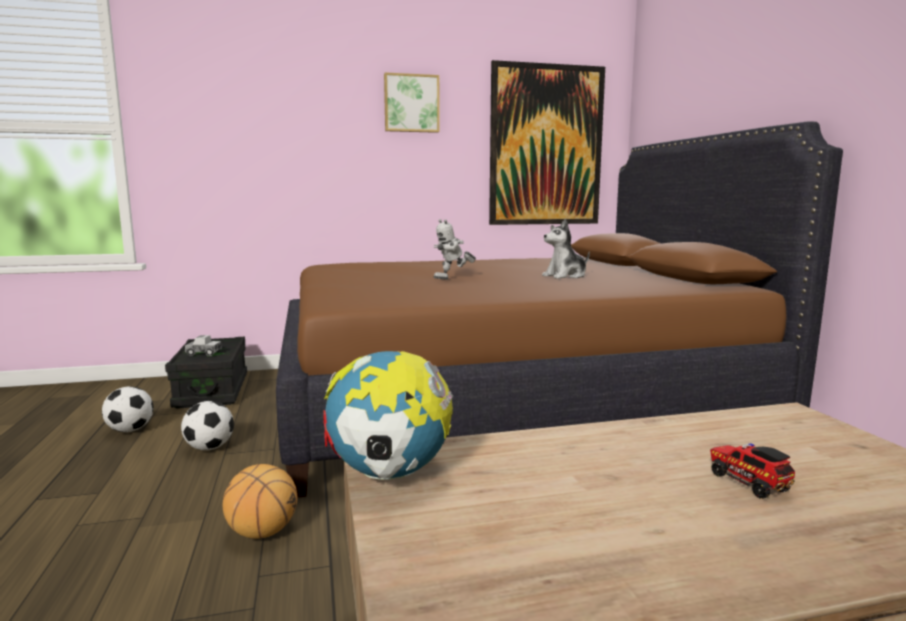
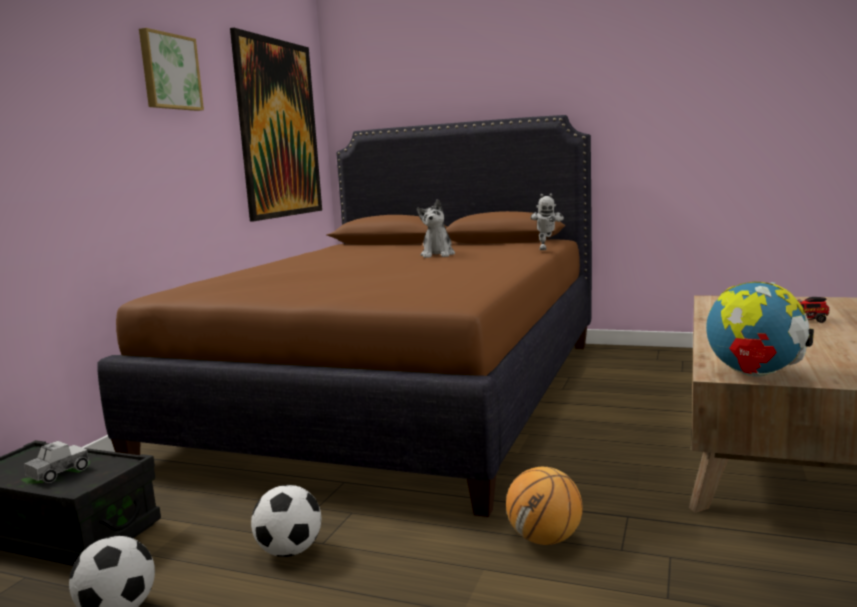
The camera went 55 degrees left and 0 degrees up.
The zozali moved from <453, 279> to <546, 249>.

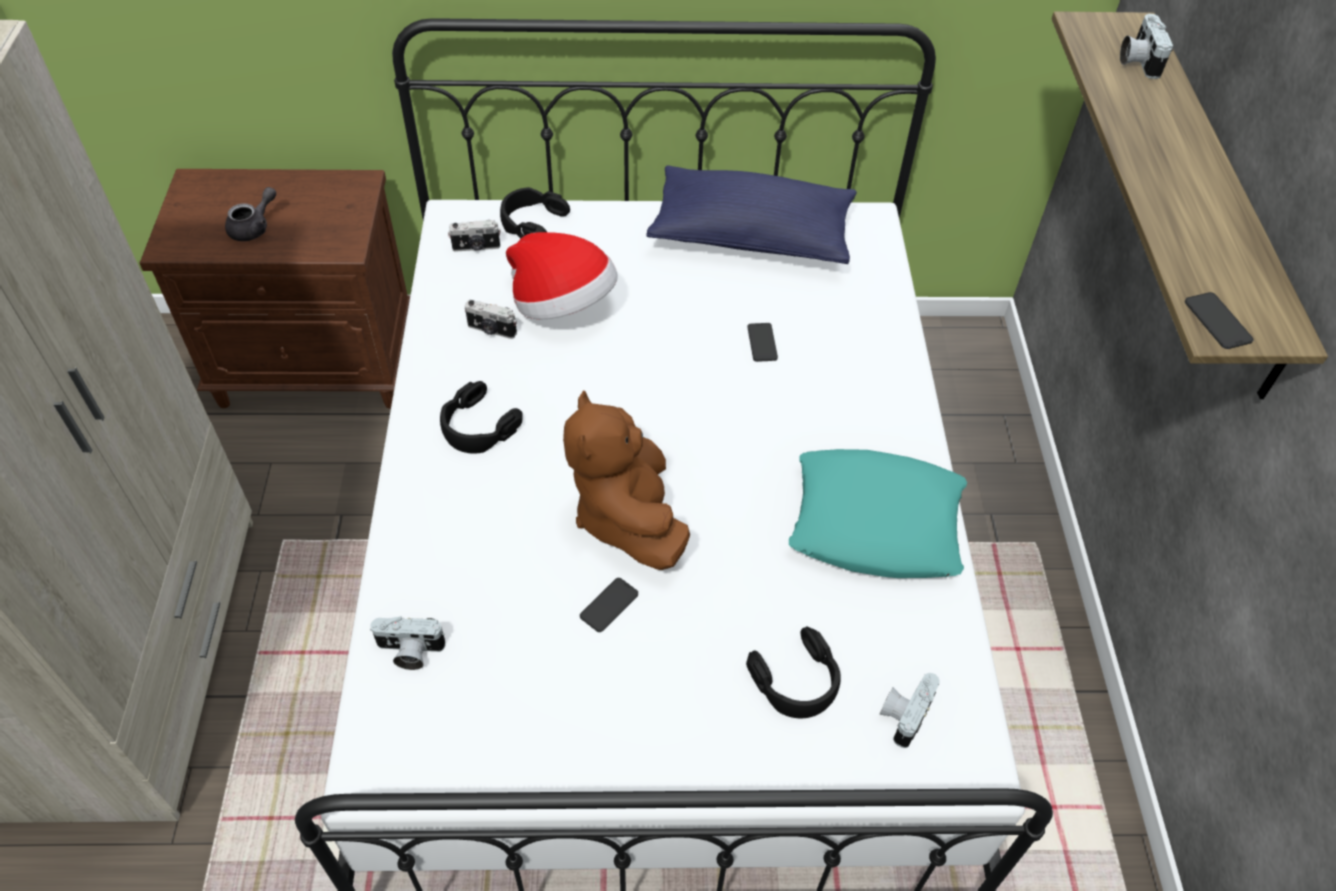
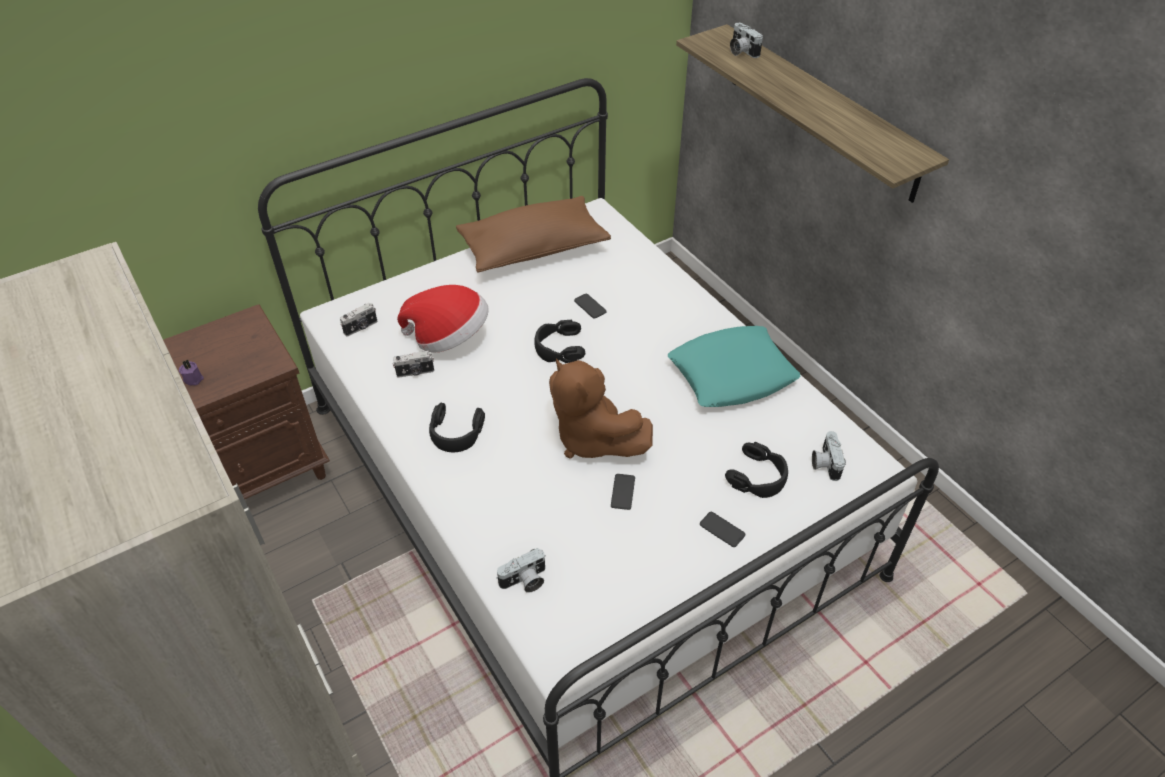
The camera went 30 degrees left and 5 degrees down.
The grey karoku at <254, 227> was replaced by the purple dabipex at <193, 378>.
The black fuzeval moved from <532, 222> to <559, 347>.
The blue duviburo at <751, 236> became the brown duviburo at <533, 249>.
The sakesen moved from <1217, 321> to <722, 529>.

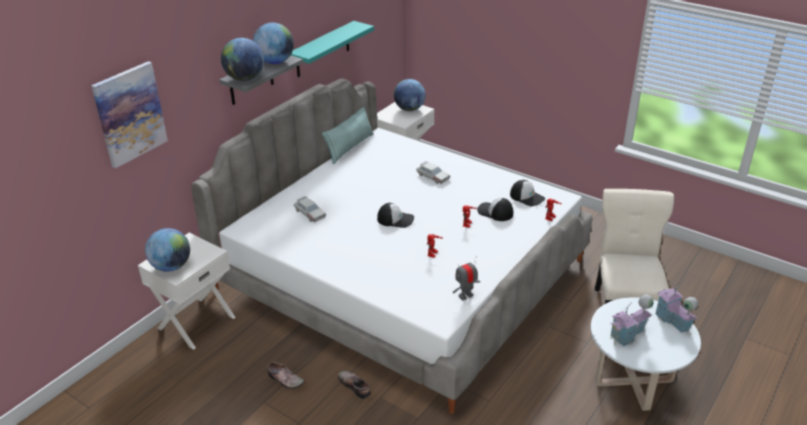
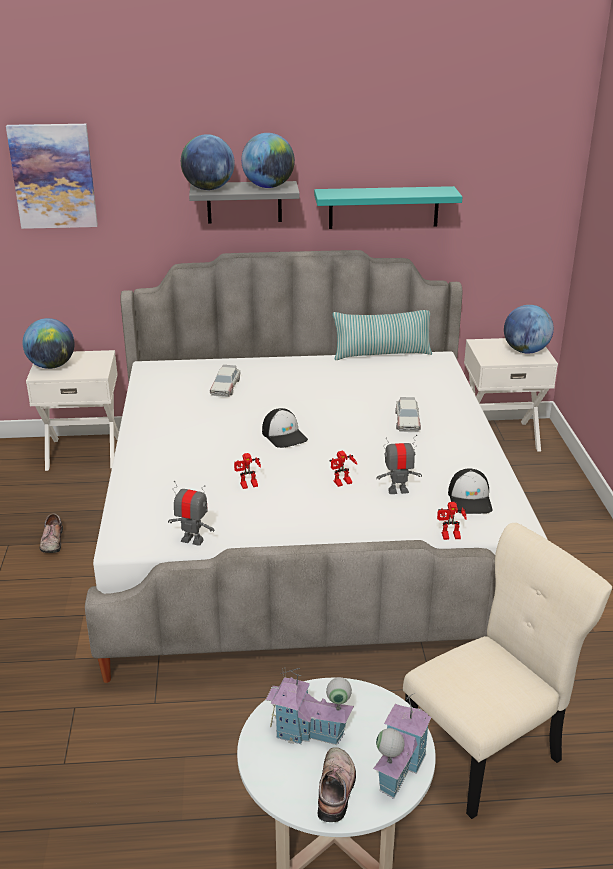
The camera went 50 degrees right and 5 degrees down.
The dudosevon moved from <355, 386> to <337, 789>.
The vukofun at <495, 212> was replaced by the zozali at <398, 490>.

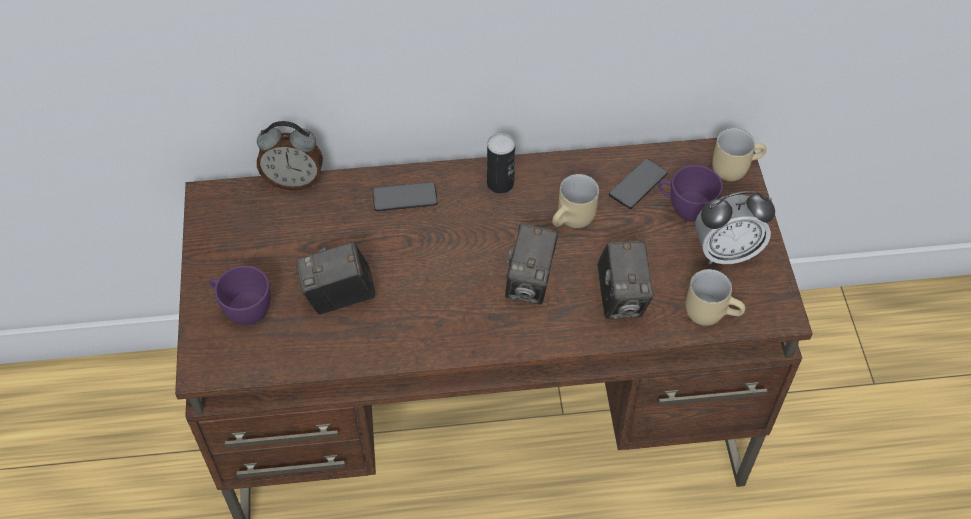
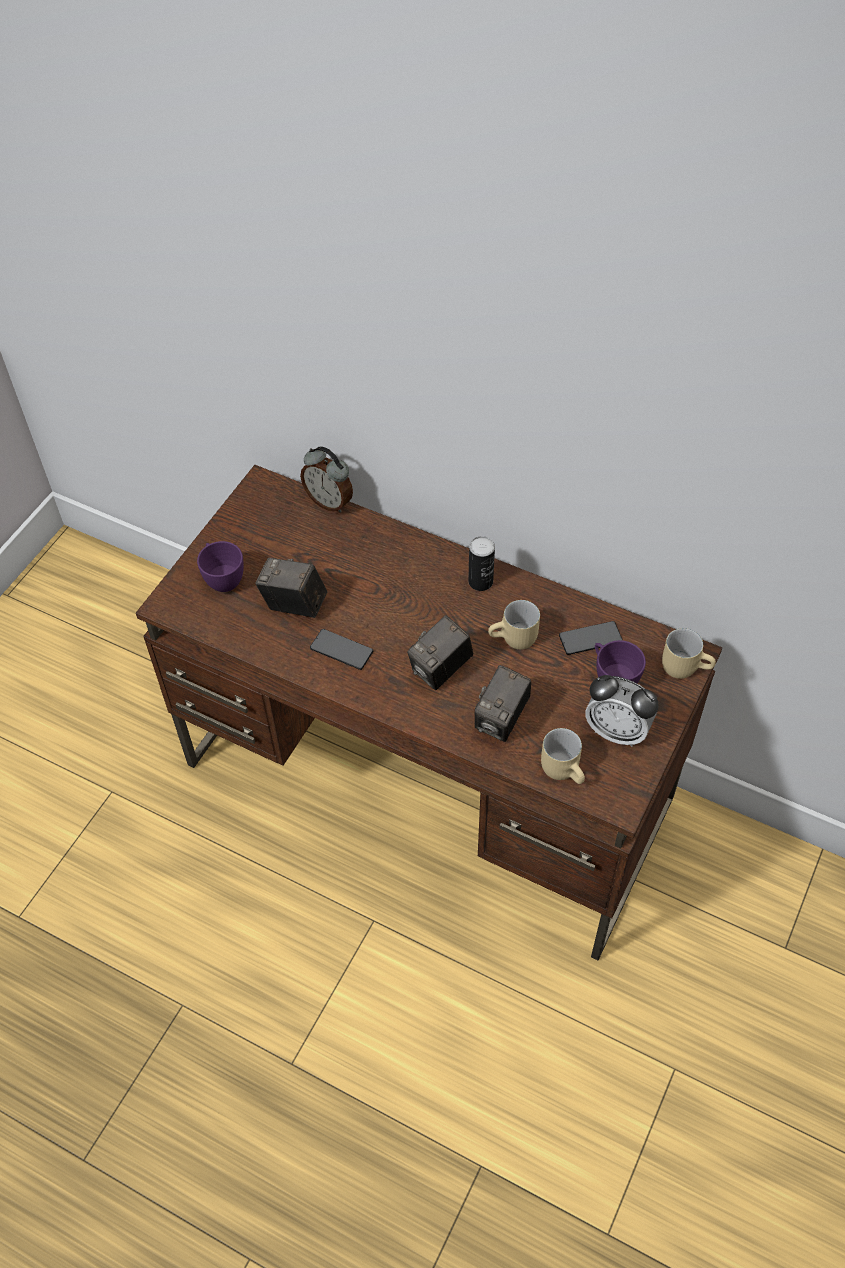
The camera went 35 degrees right and 0 degrees up.
The sakesen moved from <405, 198> to <341, 650>.

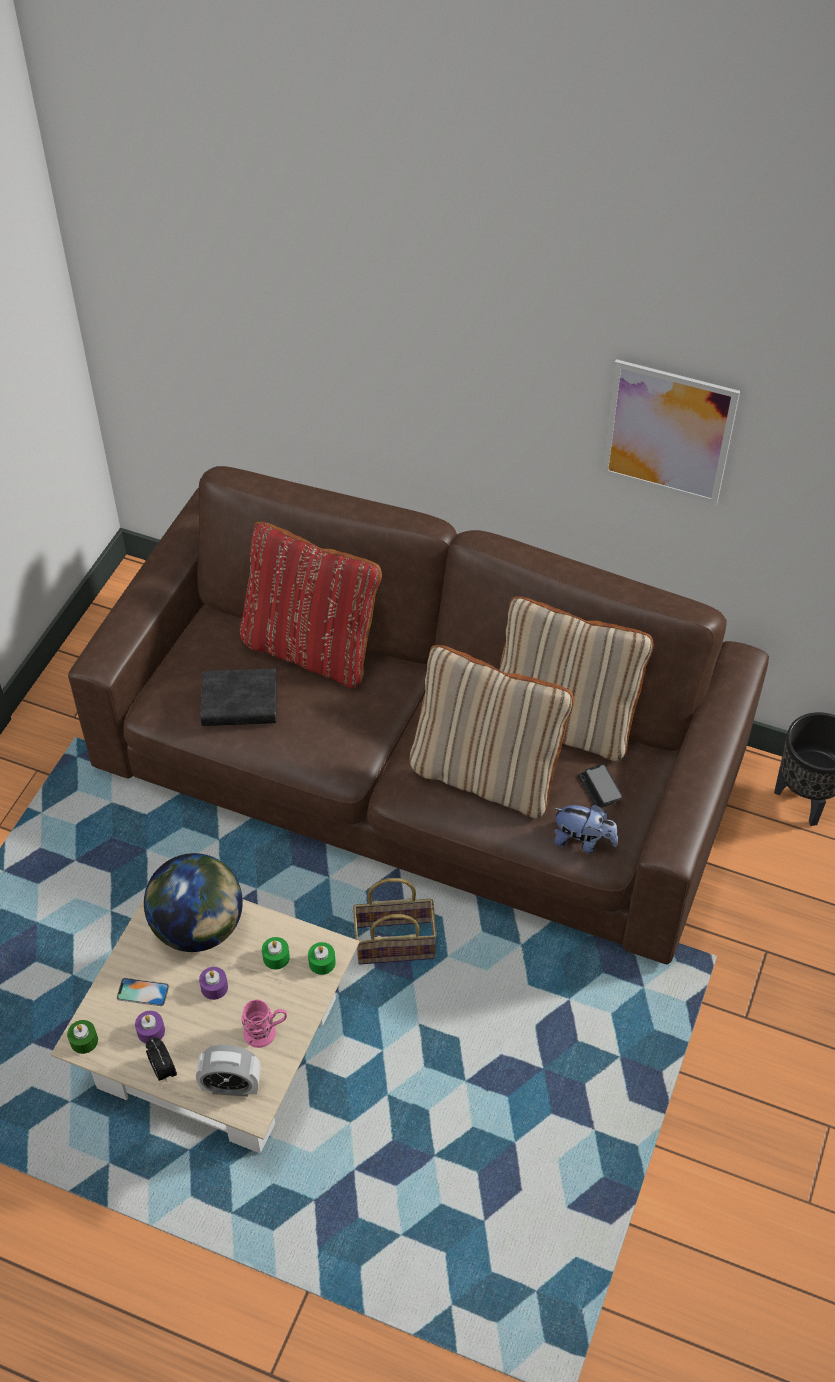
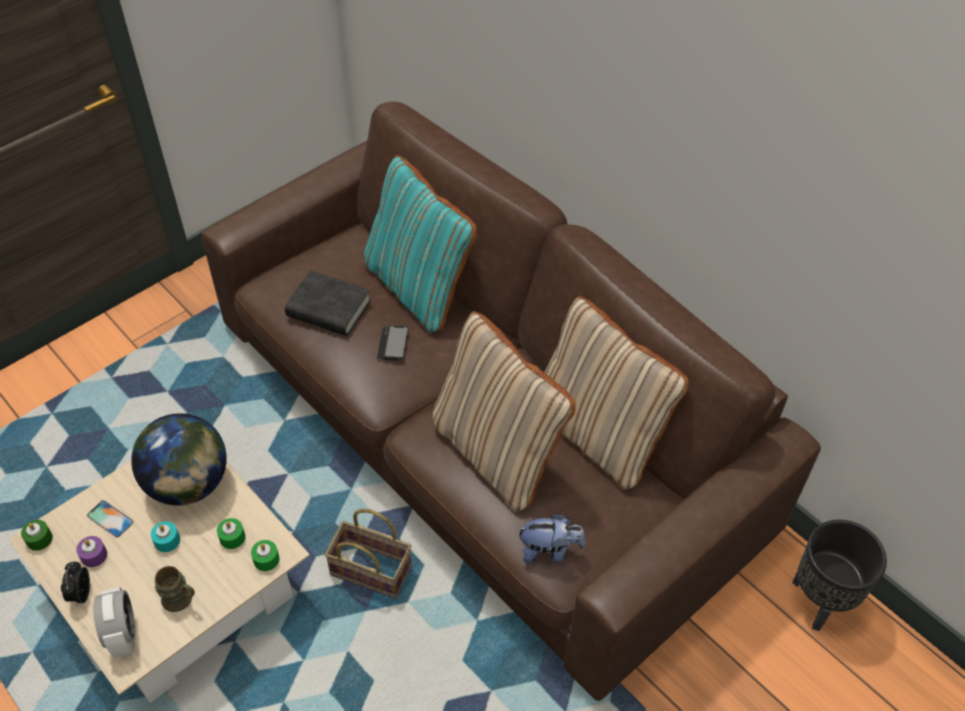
The camera went 25 degrees right and 0 degrees up.
The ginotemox at <231, 1086> turned 135 degrees counterclockwise.
The purple dabipex at <214, 987> became the turquoise dabipex at <167, 540>.
The red duviburo at <311, 649> became the turquoise duviburo at <419, 287>.
The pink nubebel at <266, 1032> became the brown nubebel at <182, 600>.
The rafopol at <583, 841> turned 45 degrees counterclockwise.
The sakesen moved from <600, 787> to <393, 344>.
The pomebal at <668, 432> disappeared.

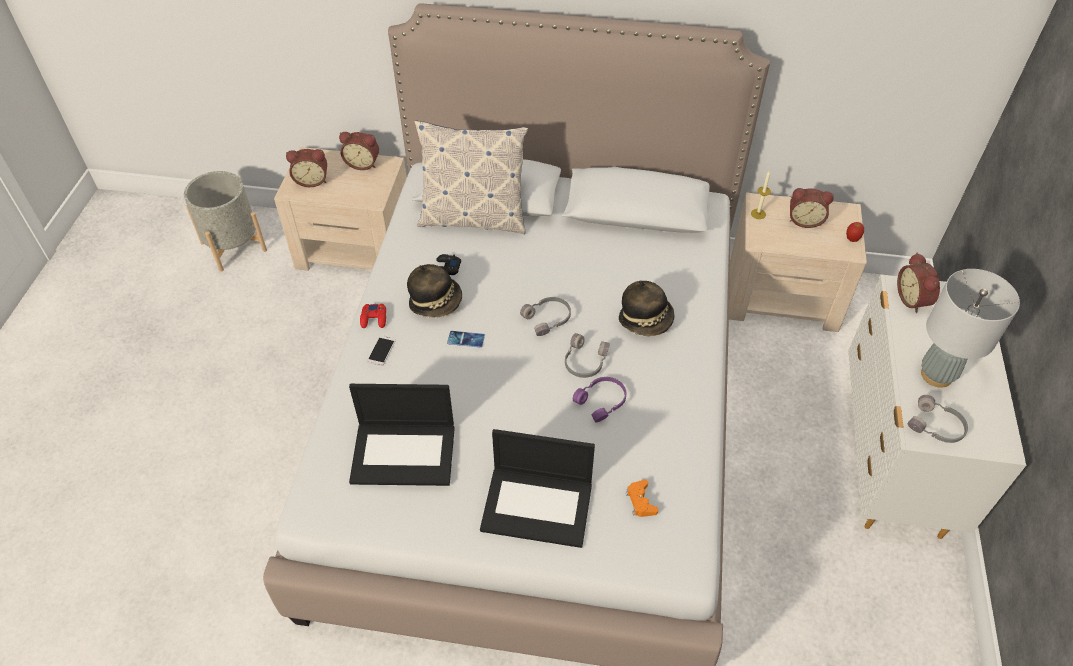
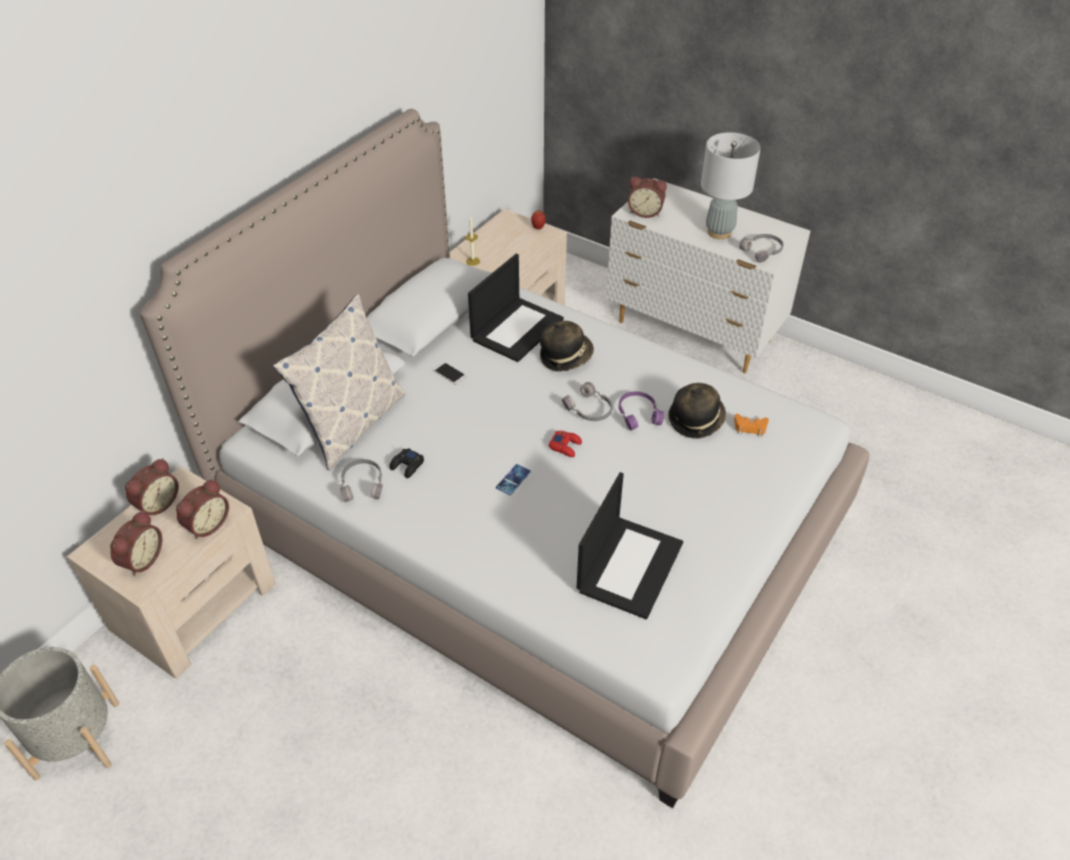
The camera went 65 degrees left and 5 degrees down.
The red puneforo moved from <374, 318> to <565, 446>.
The sakesen moved from <381, 350> to <449, 373>.
The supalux moved from <436, 302> to <696, 420>.
The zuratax moved from <538, 505> to <517, 328>.
The grey fuzeval moved from <548, 319> to <363, 484>.
The ginotemox moved from <804, 220> to <206, 524>.

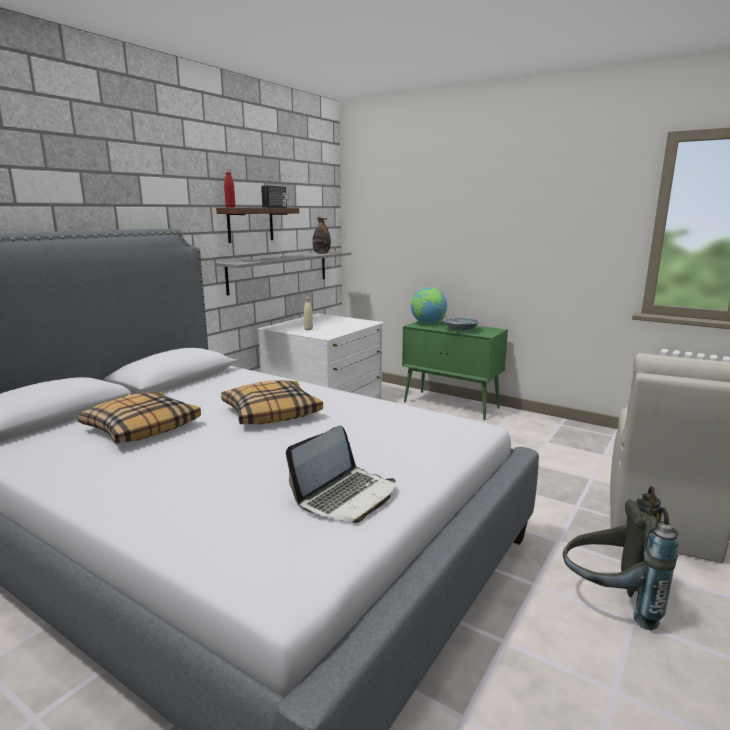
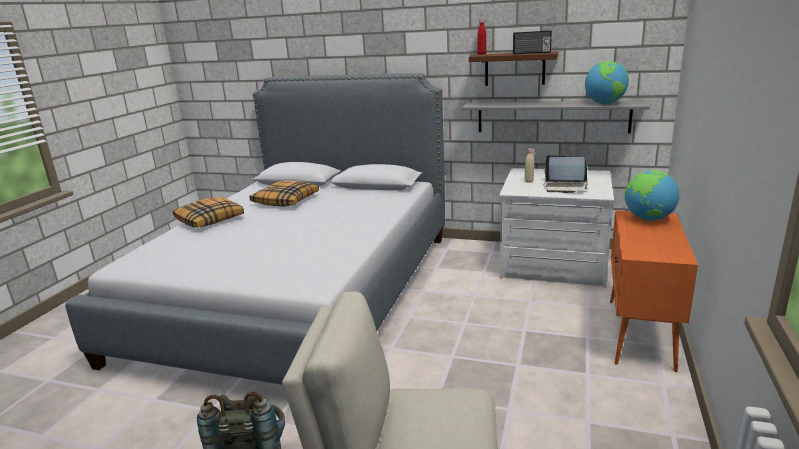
The camera went 75 degrees right and 5 degrees up.
The duviburo moved from <271, 413> to <210, 220>.
The zuratax moved from <346, 496> to <565, 187>.
The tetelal at <321, 253> was replaced by the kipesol at <605, 103>.
The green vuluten at <451, 405> became the orange vuluten at <640, 334>.
The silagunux at <461, 330> disappeared.

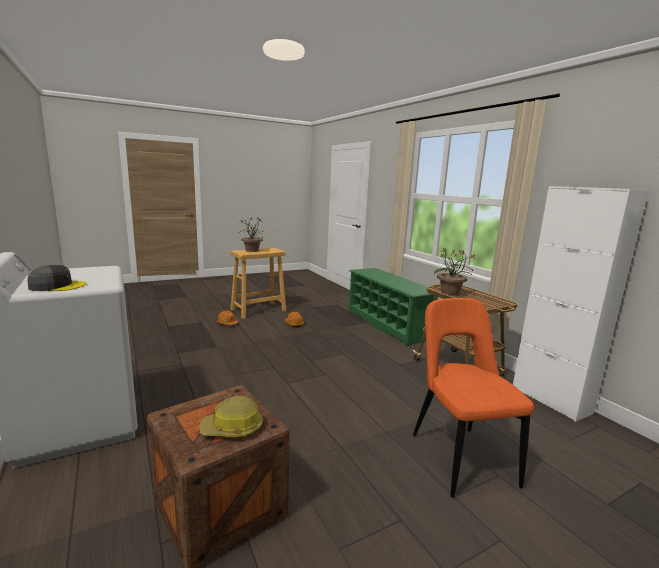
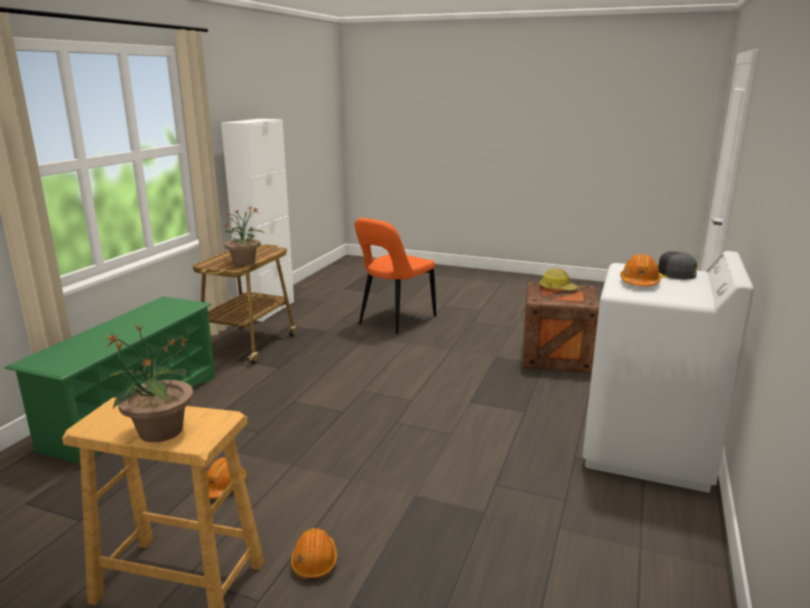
The camera went 130 degrees left and 5 degrees up.
The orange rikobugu at <639, 283> appeared.

